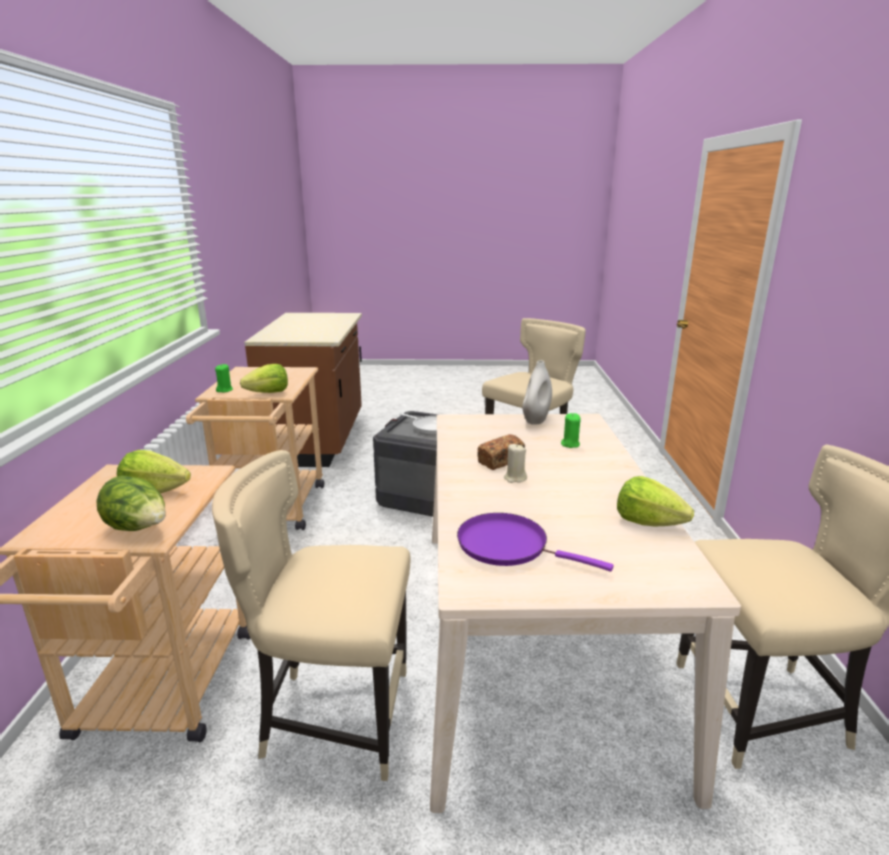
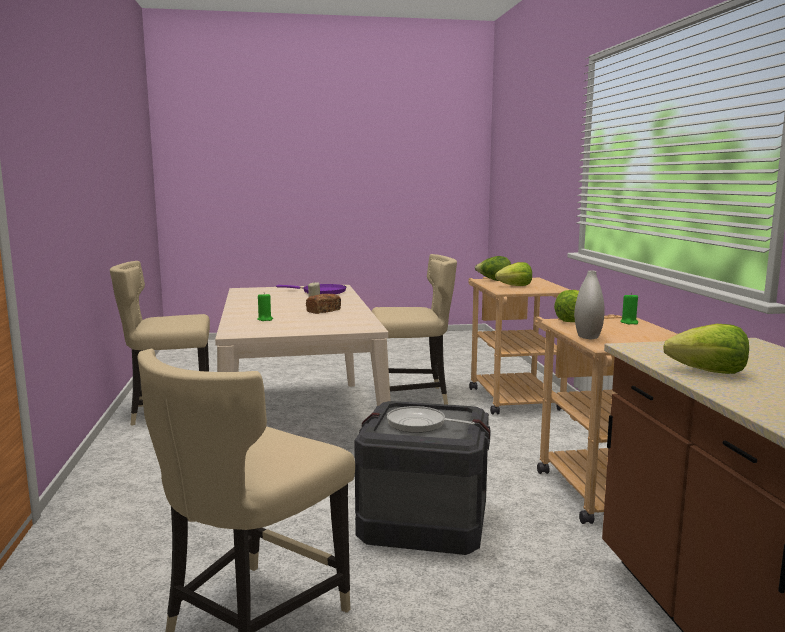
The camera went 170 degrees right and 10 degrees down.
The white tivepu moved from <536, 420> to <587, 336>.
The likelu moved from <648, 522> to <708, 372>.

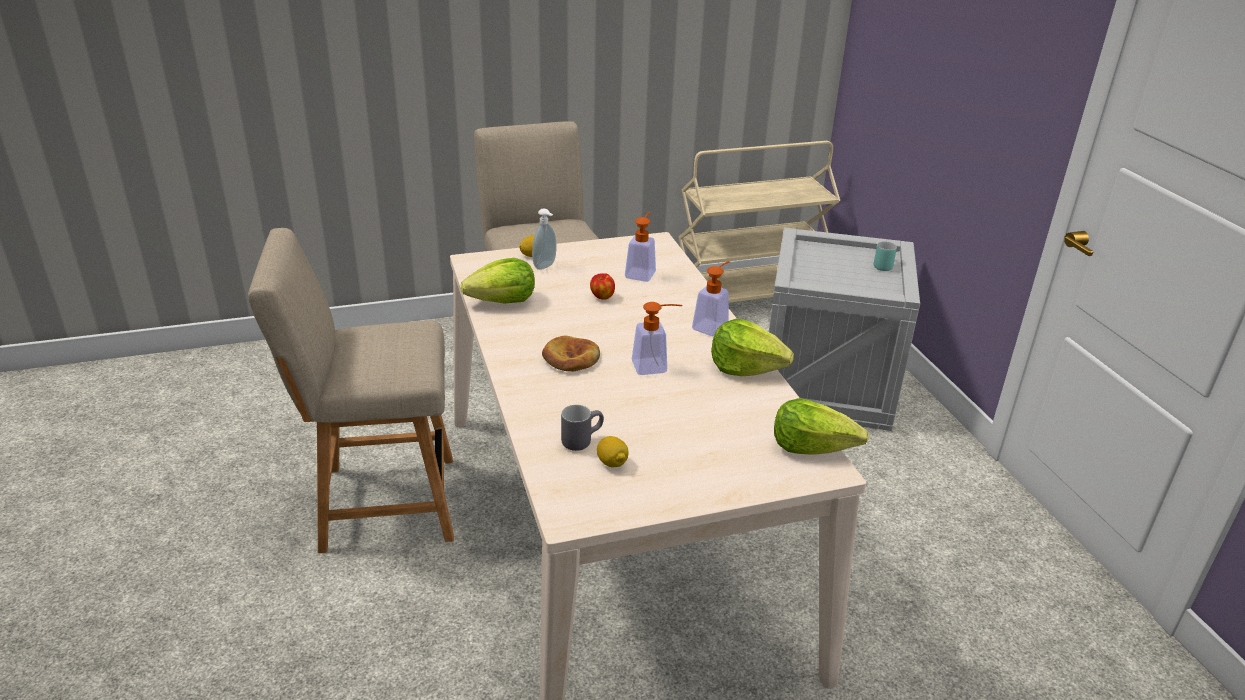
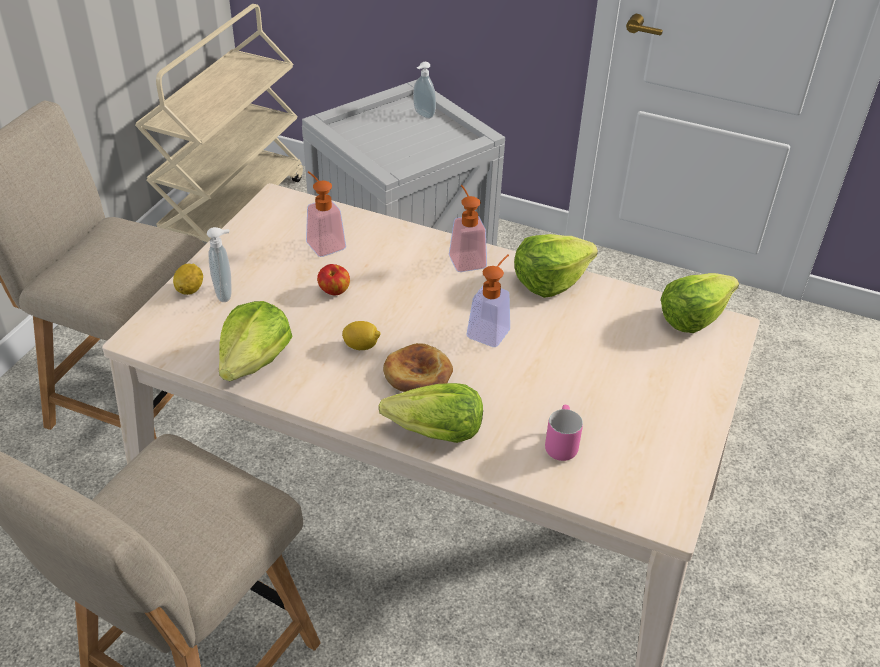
The camera went 50 degrees left and 10 degrees up.
The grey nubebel at <581, 440> became the pink nubebel at <559, 443>.
The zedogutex moved from <612, 463> to <361, 346>.
The turquoise nubebel at <882, 265> was replaced by the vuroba at <423, 115>.
The likelu at <435, 433> appeared.

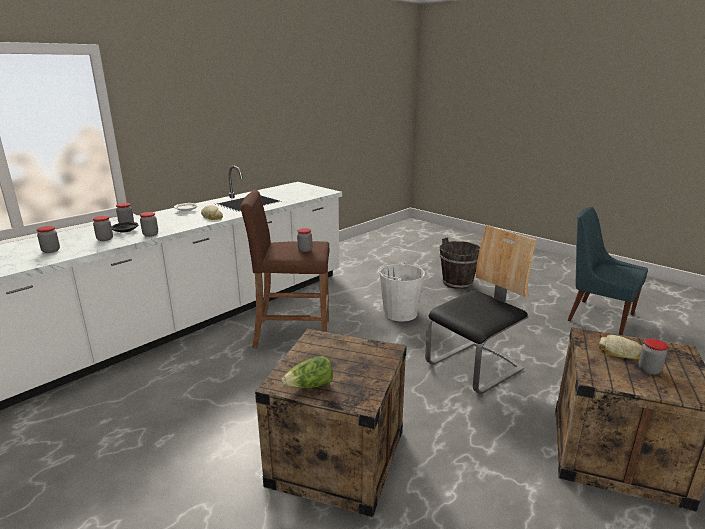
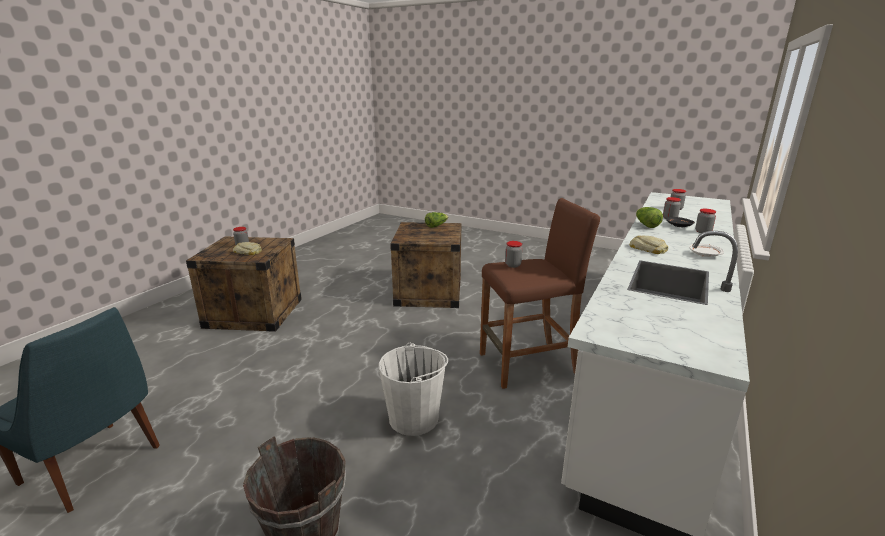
The camera went 165 degrees right and 0 degrees up.
The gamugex at <150, 234> was replaced by the likelu at <646, 225>.
The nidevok at <475, 367> disappeared.

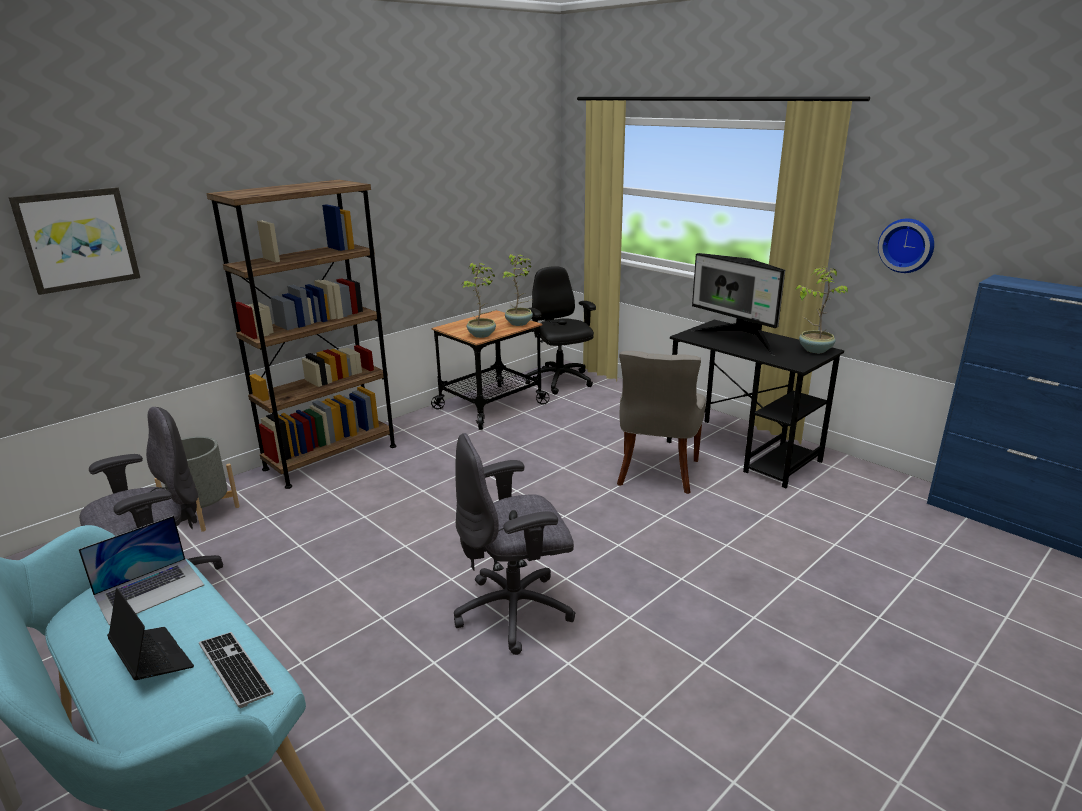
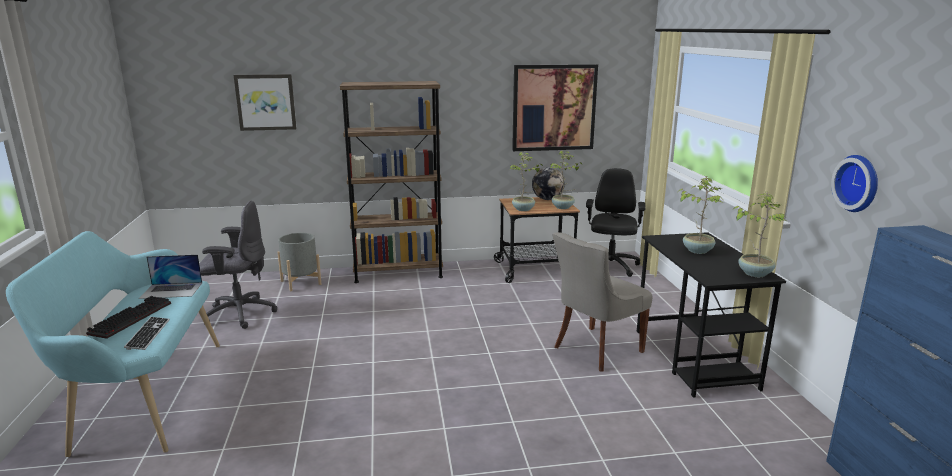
The camera went 35 degrees right and 5 degrees down.
The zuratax at <152, 659> was replaced by the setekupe at <131, 317>.
The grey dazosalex at <516, 611> disappeared.
The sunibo at <739, 339> was replaced by the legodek at <697, 250>.
The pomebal at <554, 108> appeared.
The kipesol at <547, 199> appeared.

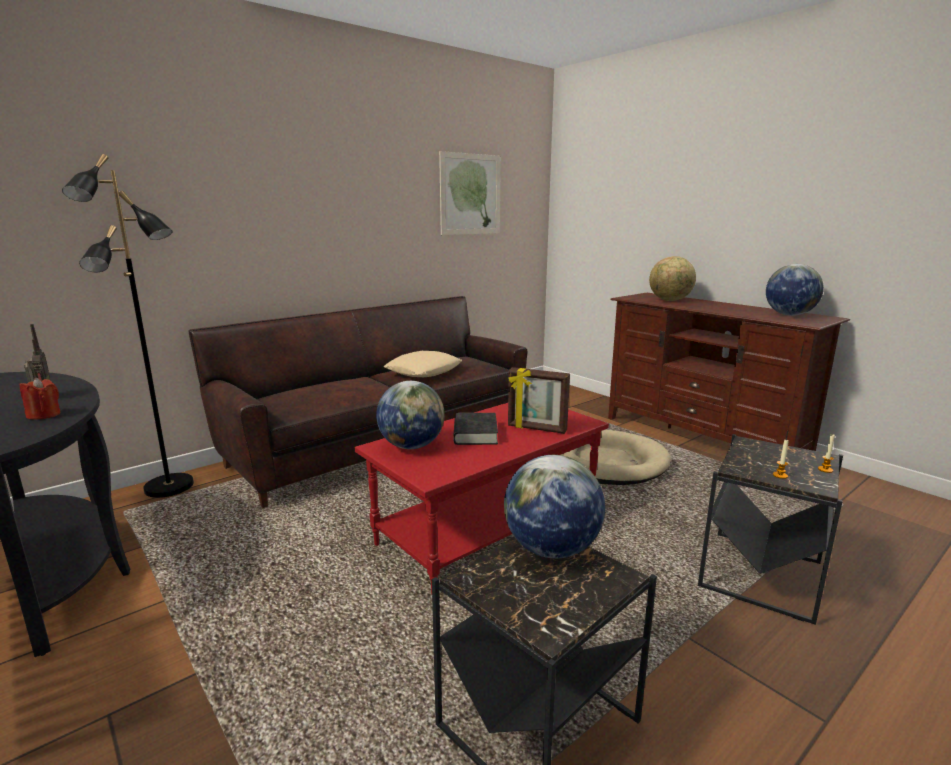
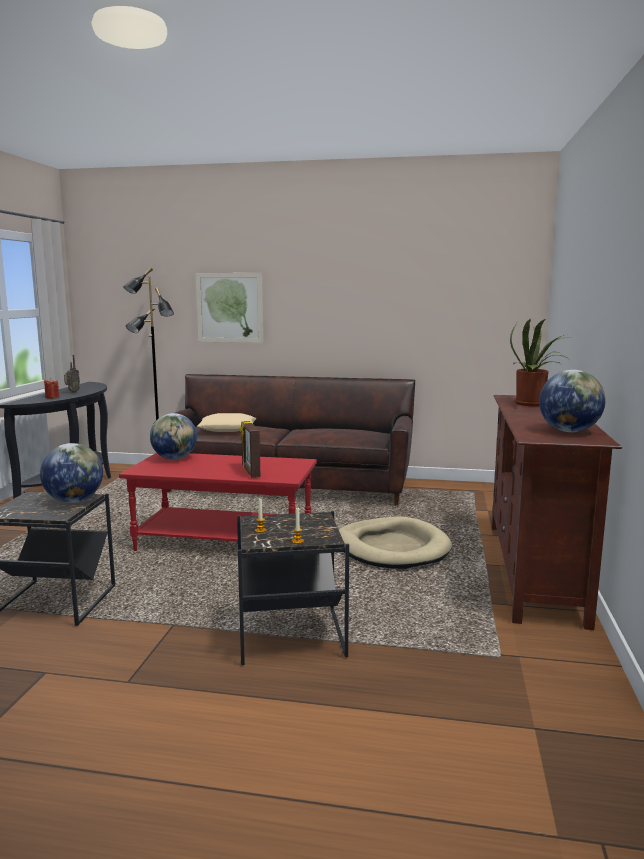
The camera went 50 degrees right and 5 degrees down.
The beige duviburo moved from <424, 371> to <227, 428>.
The pomebal moved from <470, 194> to <229, 307>.
The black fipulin at <475, 434> disappeared.
The kipesol at <670, 300> was replaced by the legodek at <534, 404>.

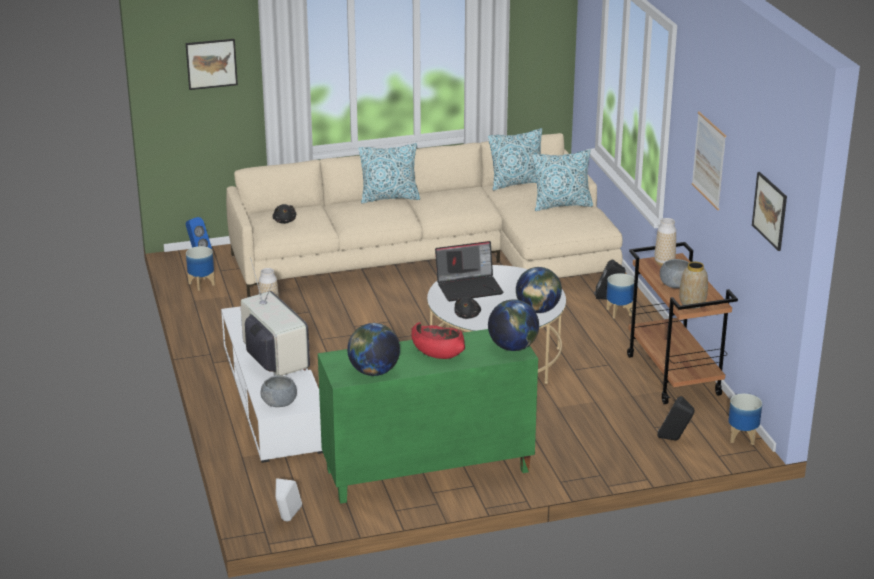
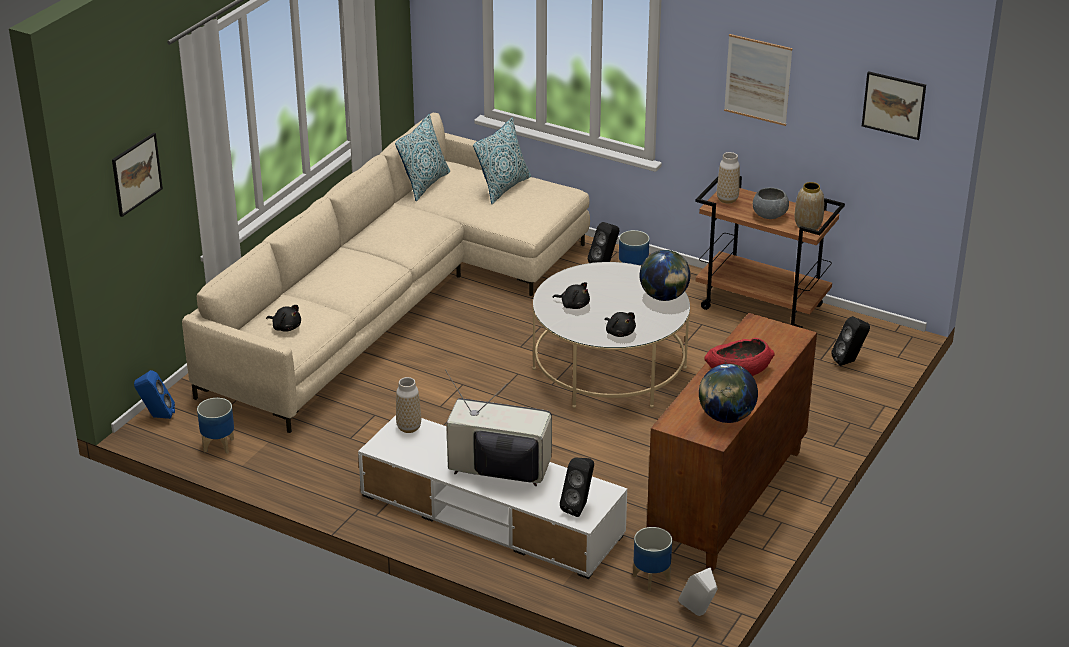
The camera went 45 degrees left and 5 degrees up.
The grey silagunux at <279, 403> was replaced by the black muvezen at <579, 507>.
The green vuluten at <427, 472> became the brown vuluten at <728, 501>.
The duviburo at <389, 198> disappeared.
The zuratax at <469, 287> was replaced by the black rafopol at <573, 305>.
The kipesol at <513, 347> disappeared.
The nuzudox moved from <742, 438> to <651, 578>.

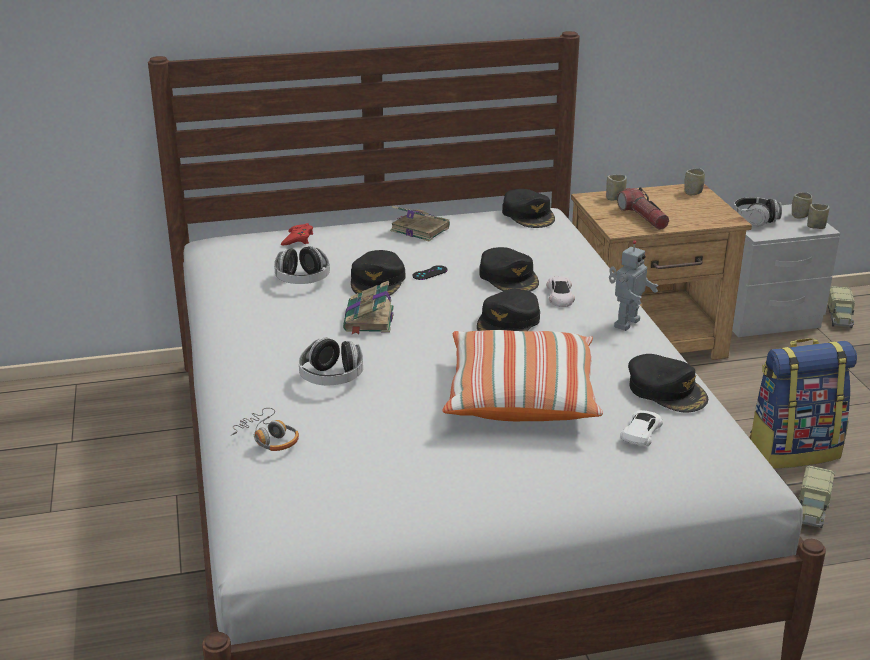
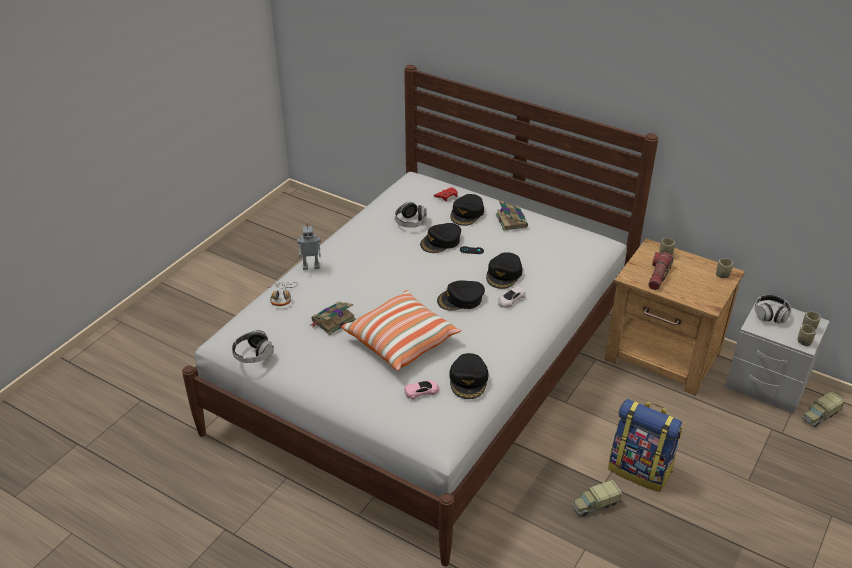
The camera went 45 degrees right and 10 degrees up.
The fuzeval moved from <331, 378> to <253, 355>.
The fipulin moved from <369, 320> to <332, 321>.
The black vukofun moved from <528, 215> to <467, 213>.
The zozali moved from <625, 323> to <311, 266>.
The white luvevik at <641, 432> became the pink luvevik at <422, 391>.

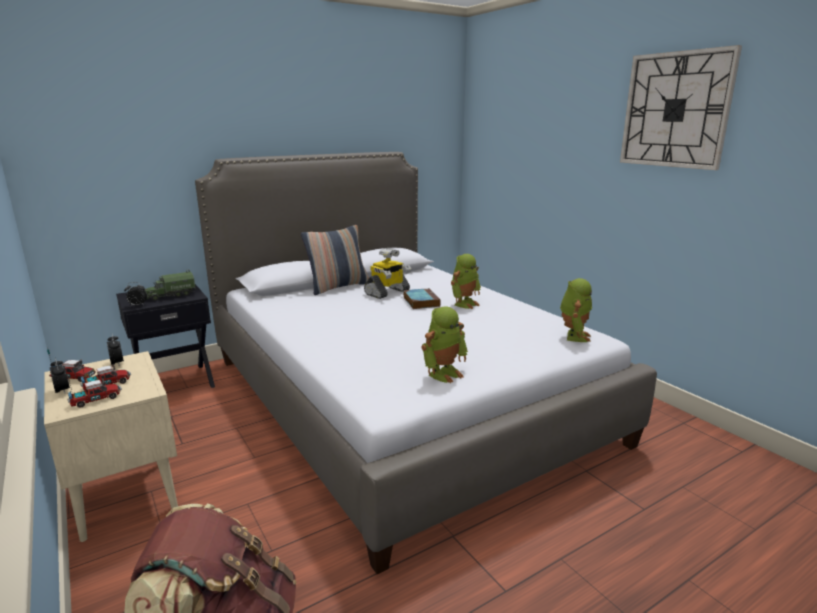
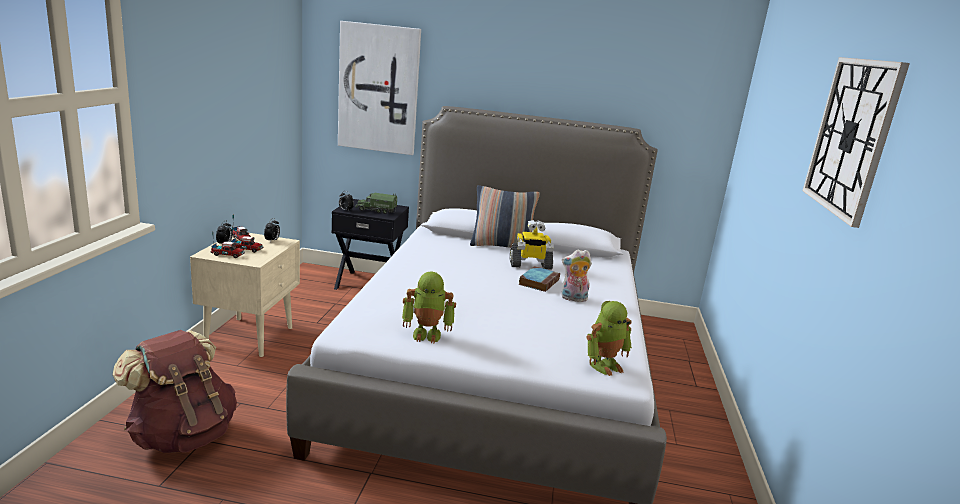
The camera went 40 degrees right and 0 degrees up.
The zozali at <464, 303> was replaced by the rafopol at <573, 299>.
The pomebal at <379, 89> appeared.

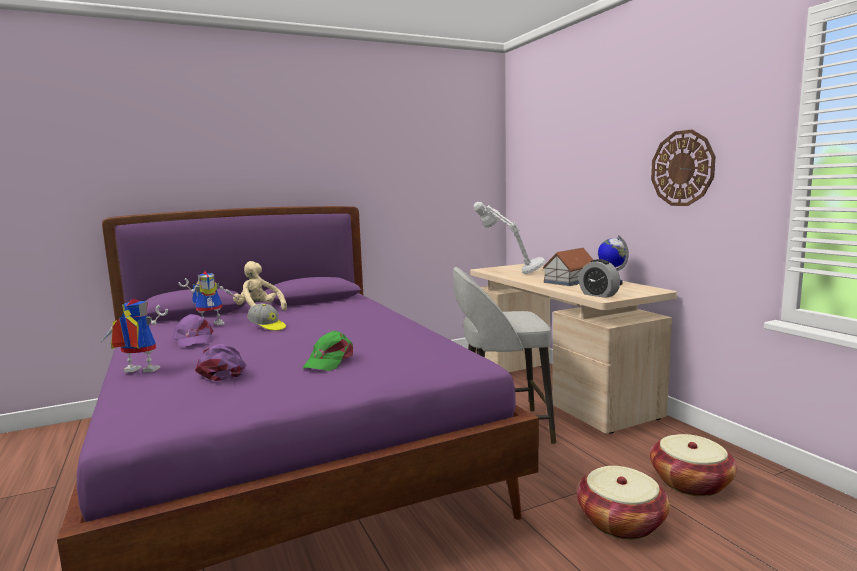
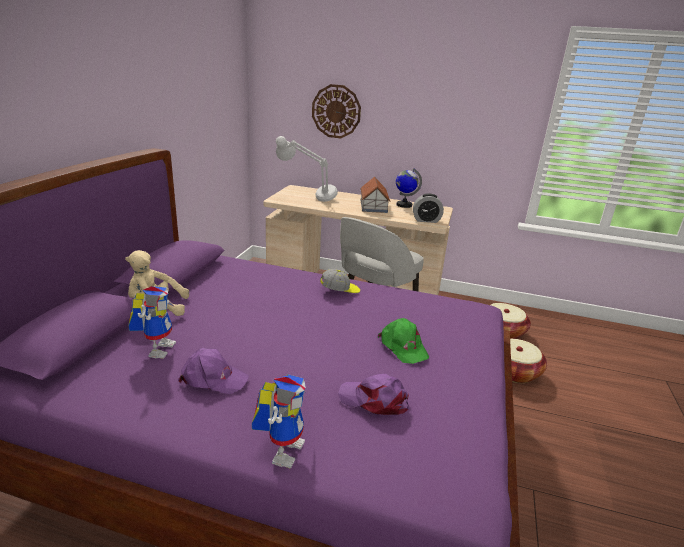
The camera went 50 degrees left and 15 degrees up.
The zozali at <136, 372> turned 150 degrees clockwise.
The vukofun moved from <267, 327> to <340, 290>.
The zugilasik moved from <682, 168> to <336, 111>.

